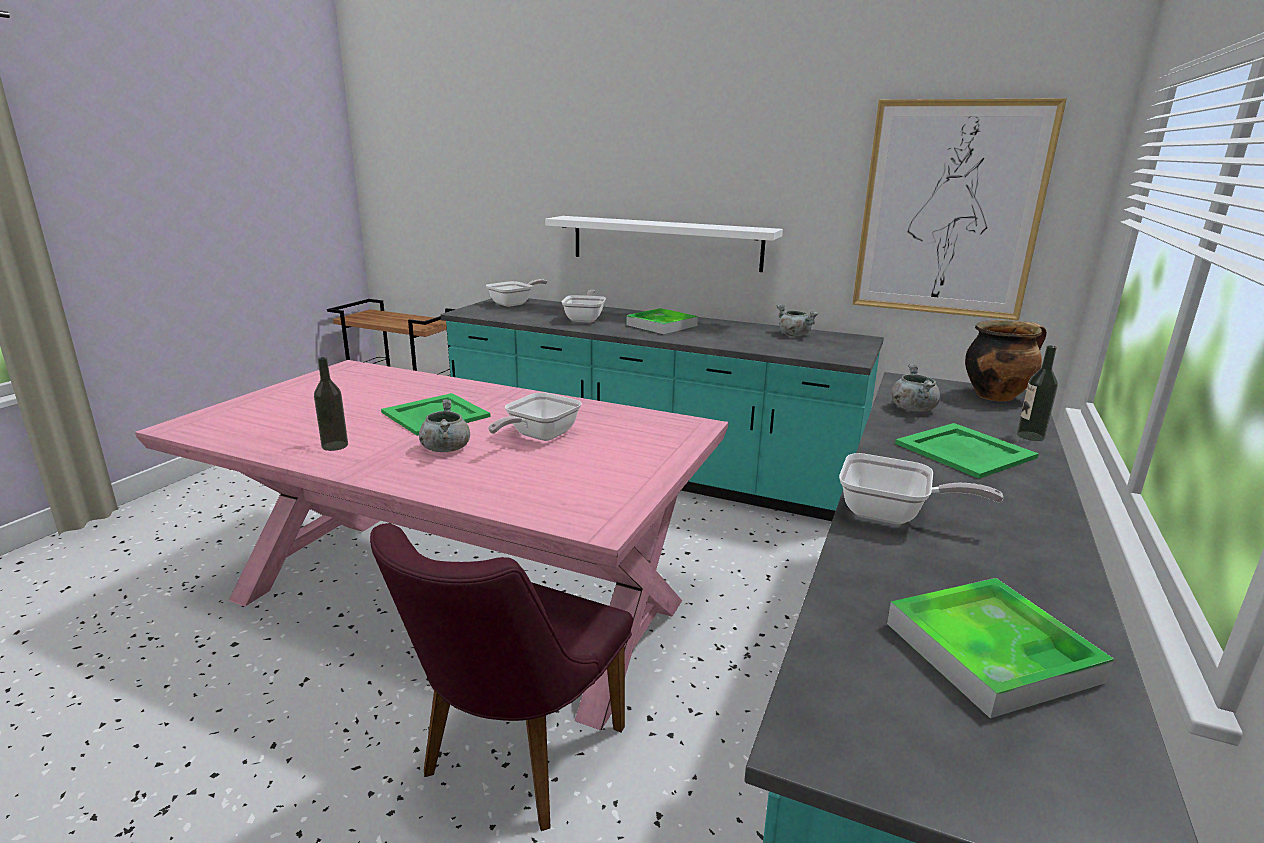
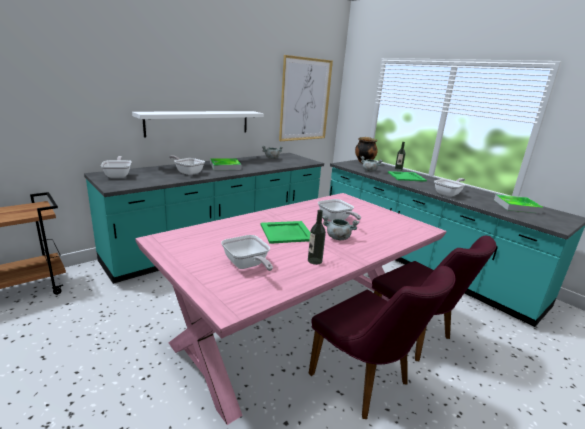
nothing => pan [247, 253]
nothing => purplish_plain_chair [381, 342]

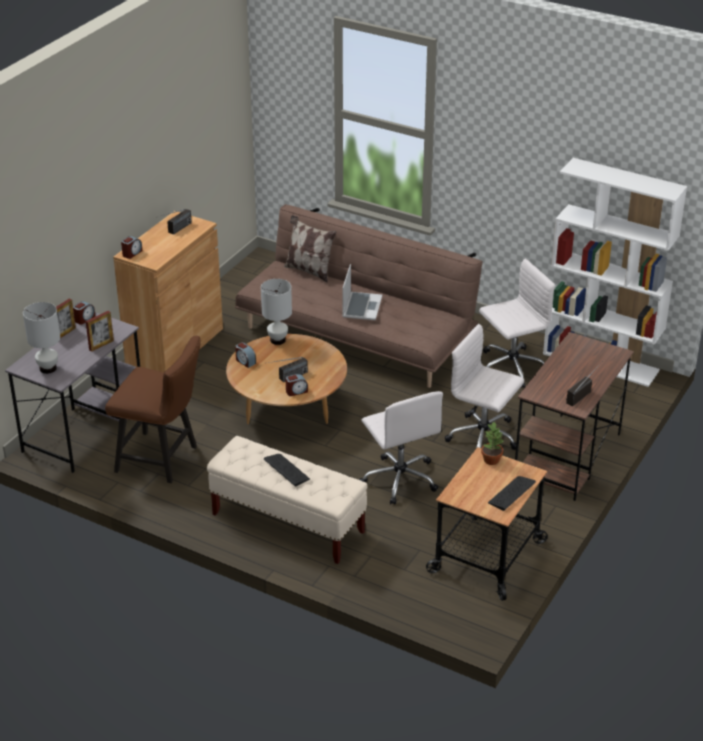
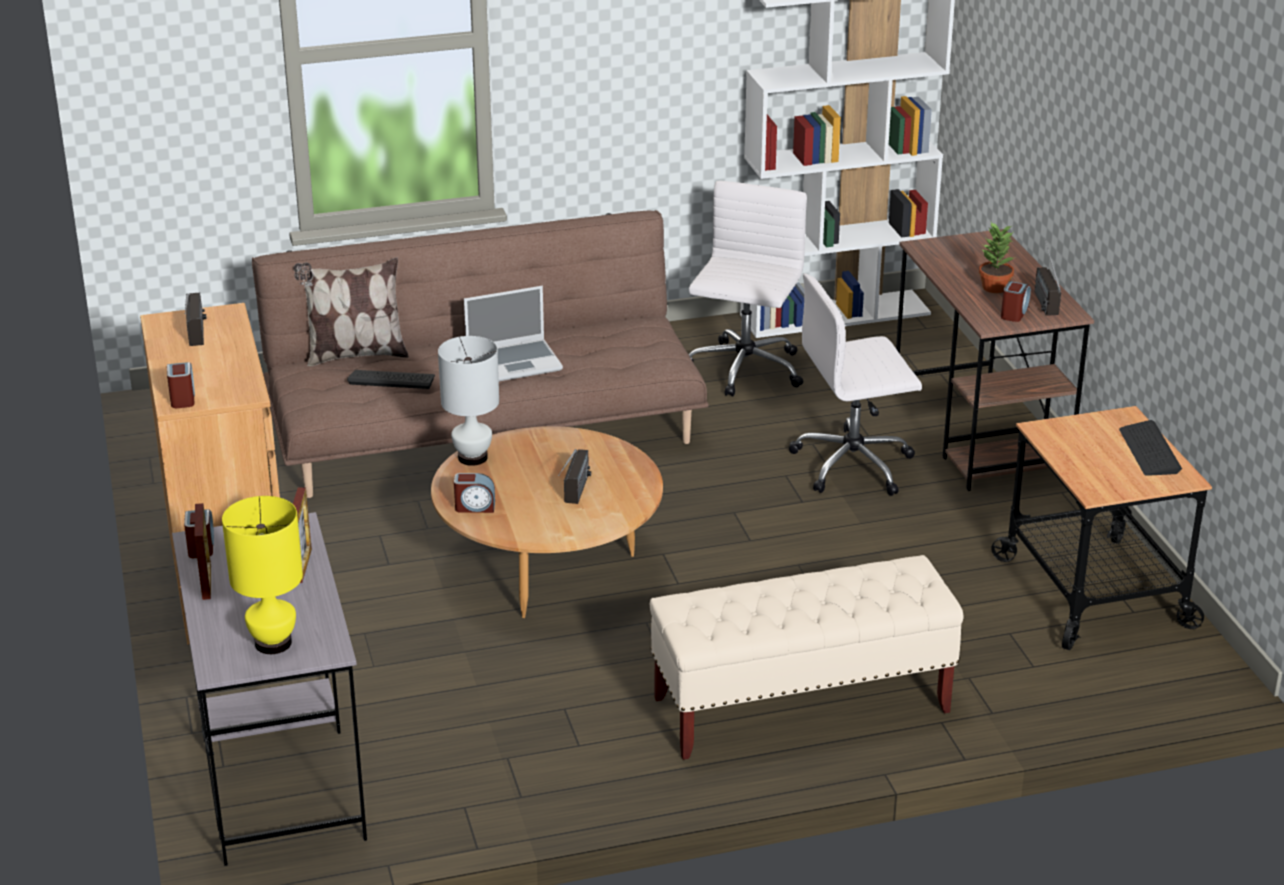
laptop [362, 292] => laptop [513, 333], 105 degrees clockwise
whitish_lamp_for_a_table [41, 338] => yellow-coloured_lamp_for_a_table [262, 575]
brown_plain_chair [153, 409] => nothing
table_clock [297, 385] => table_clock [1016, 301], relocated
whitish_computer_chair [401, 448] => nothing
plant_in_a_pot [492, 443] => plant_in_a_pot [996, 257], relocated
PC_keyboard [287, 470] => PC_keyboard [391, 379], relocated

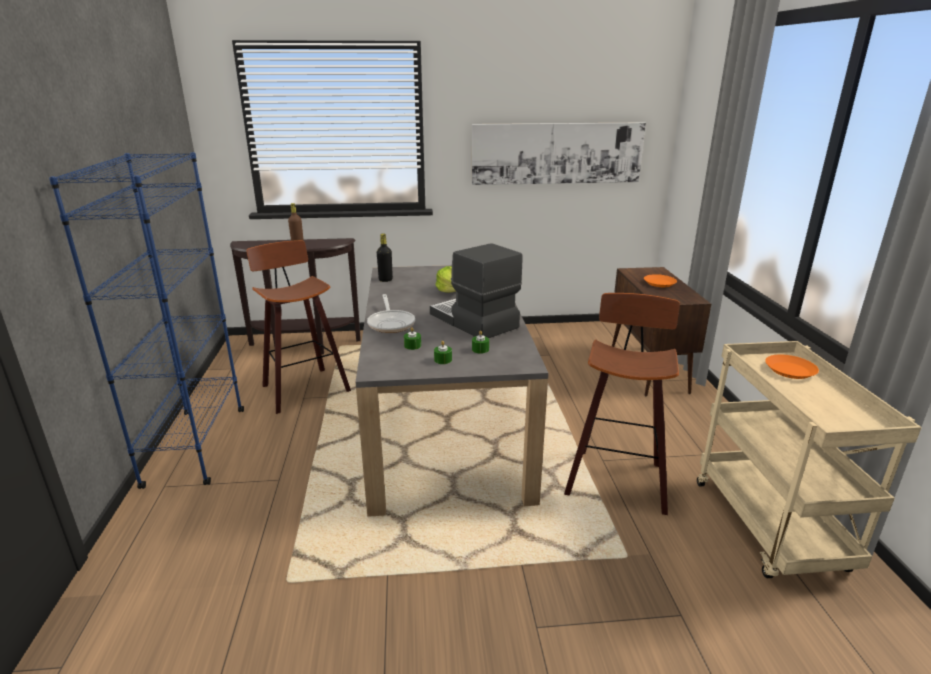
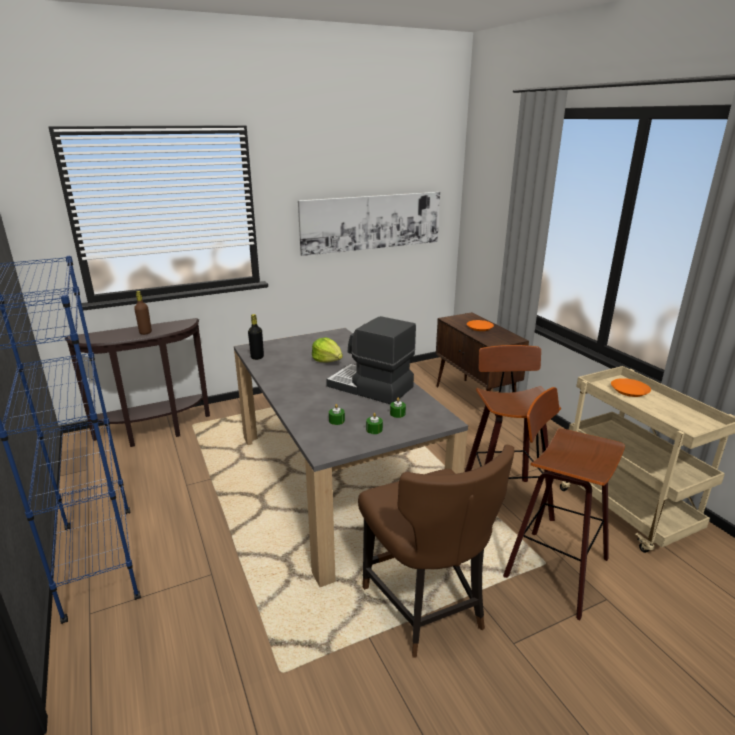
sitting_stool [298, 327] => sitting_stool [564, 504], relocated
pan [391, 313] => nothing
nothing => brown_plain_chair [436, 550]

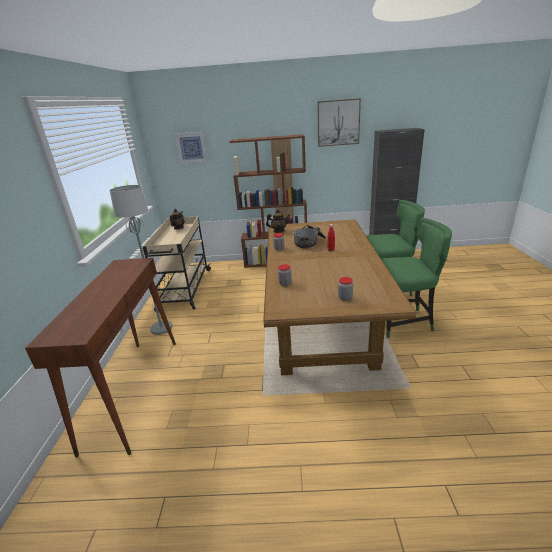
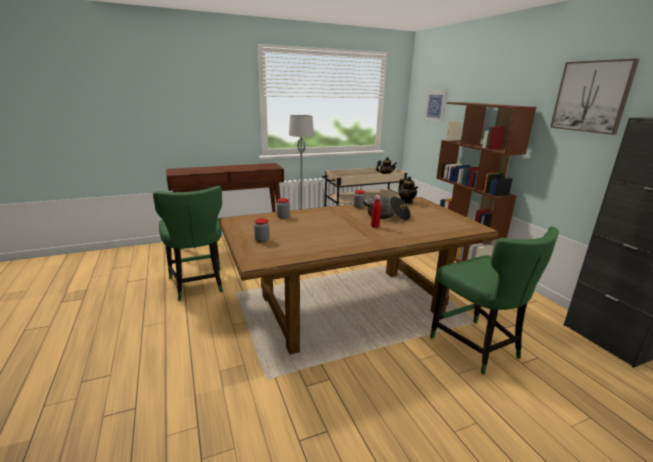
green-coloured_plain_chair [416, 278] => green-coloured_plain_chair [188, 243], relocated

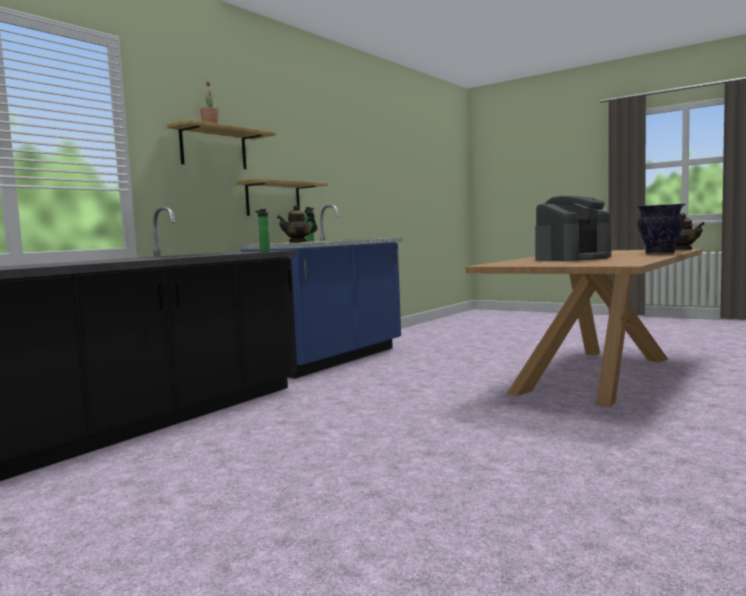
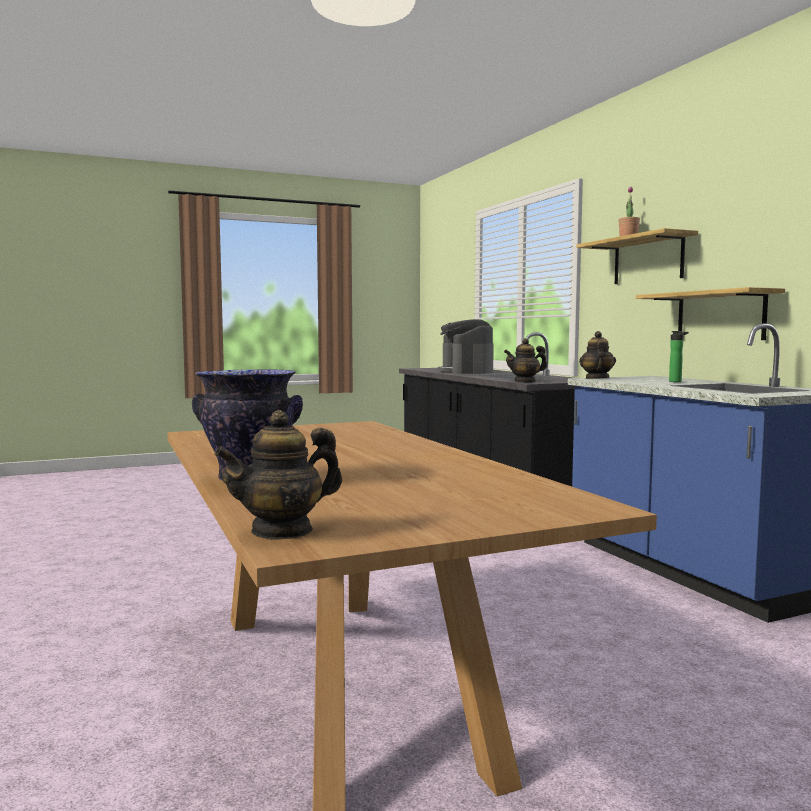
coffee_brewer [573, 228] => coffee_brewer [466, 346], relocated
bottle [262, 230] => pot_for_tea [525, 360]

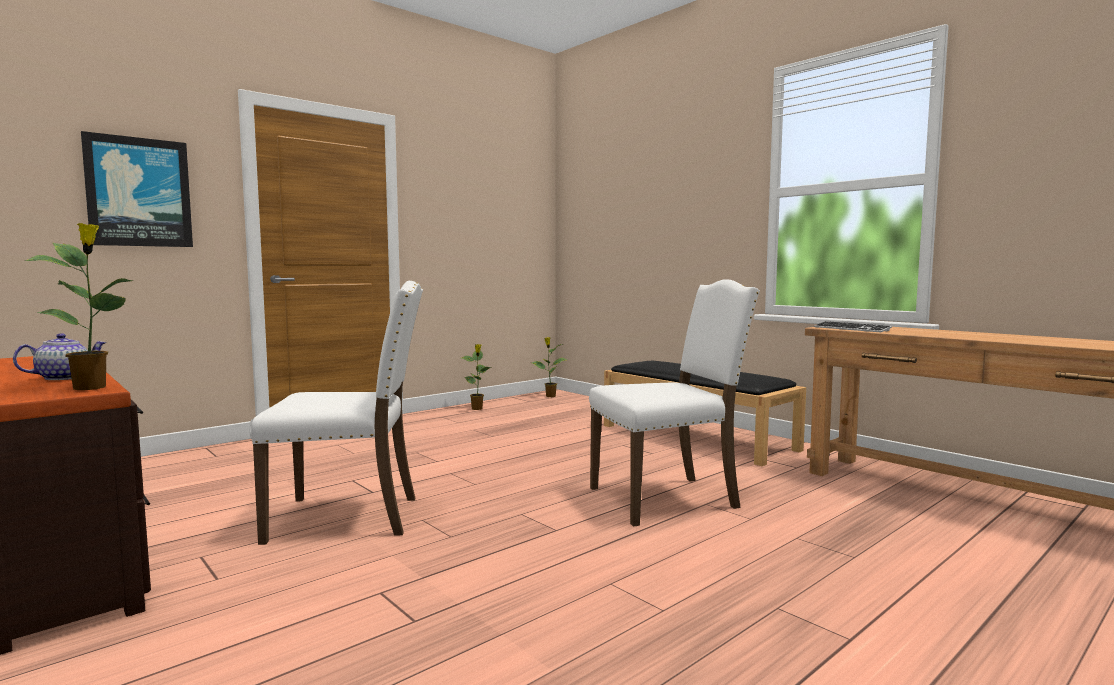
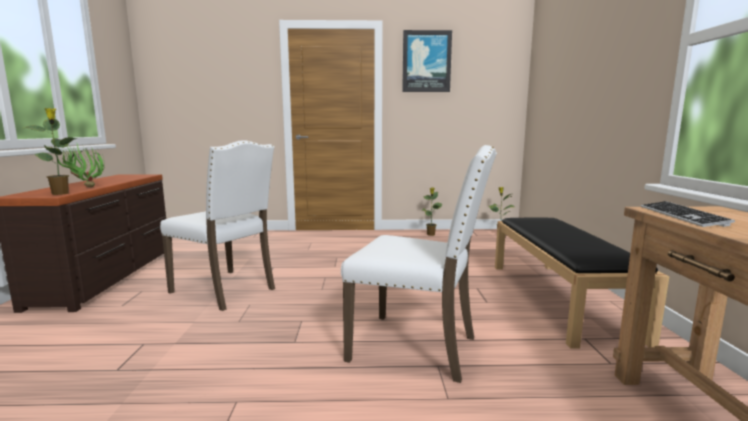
wall_art [137, 189] => wall_art [427, 61], relocated
pot_for_tea [60, 356] => plant_in_a_pot [80, 164]

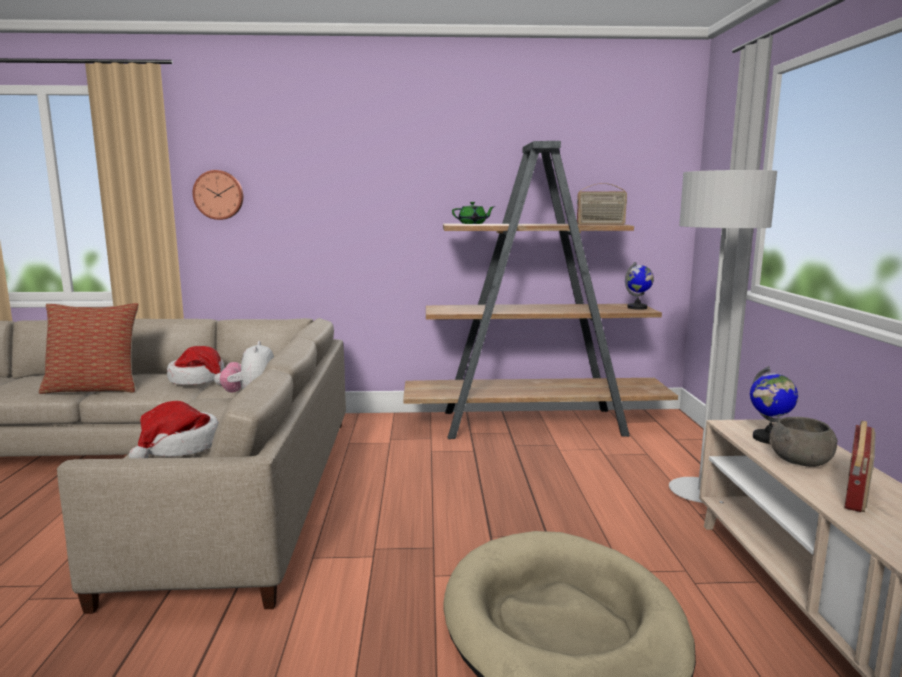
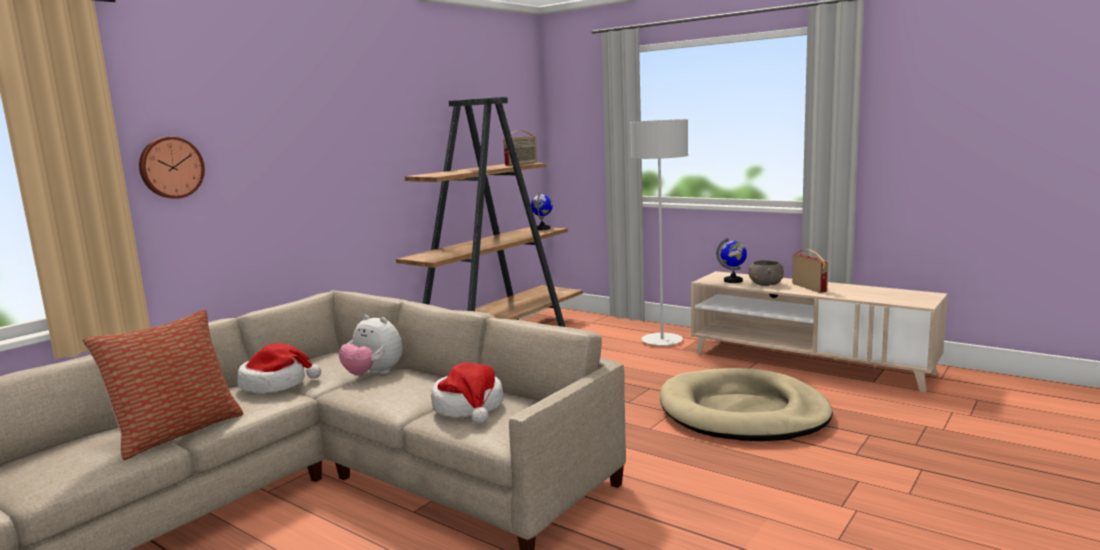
green-coloured_pot_for_tea [473, 213] => nothing

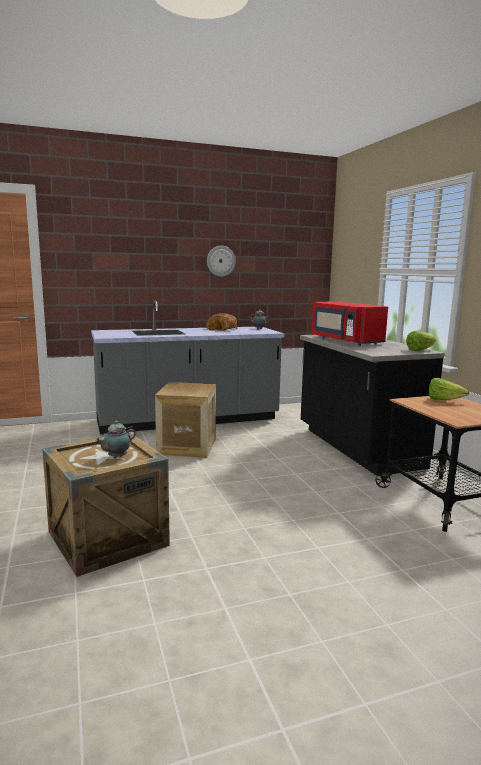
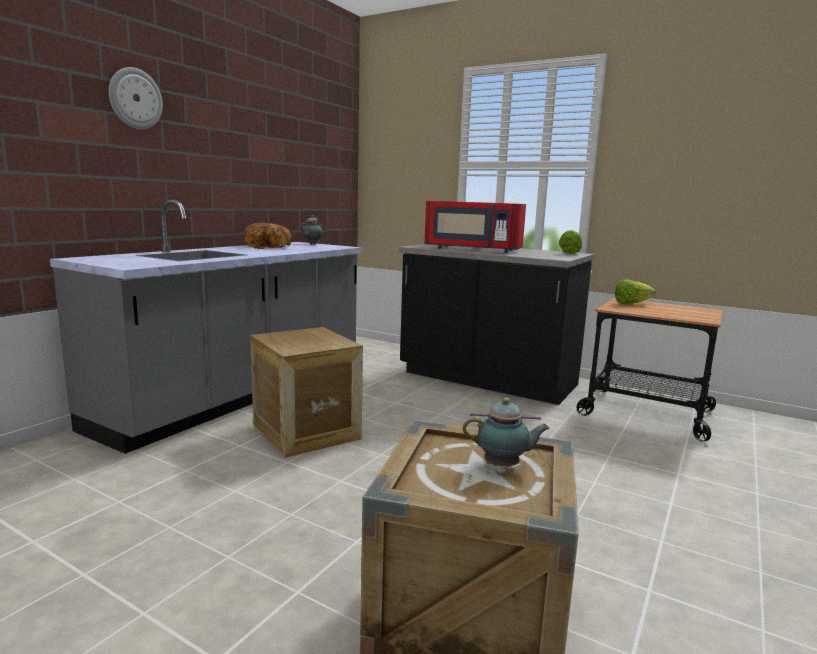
hanging_clock [221, 261] => hanging_clock [136, 98], relocated
pot_for_tea [115, 439] => pot_for_tea [506, 431], 90 degrees counterclockwise

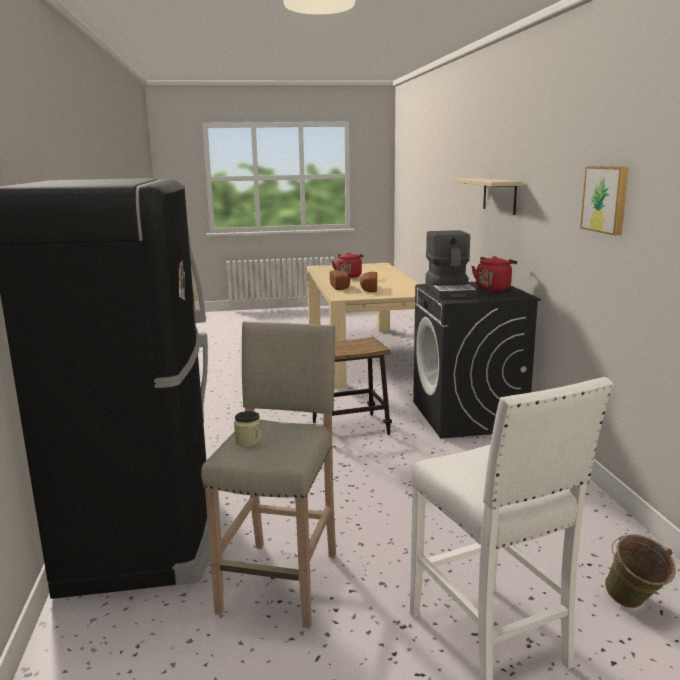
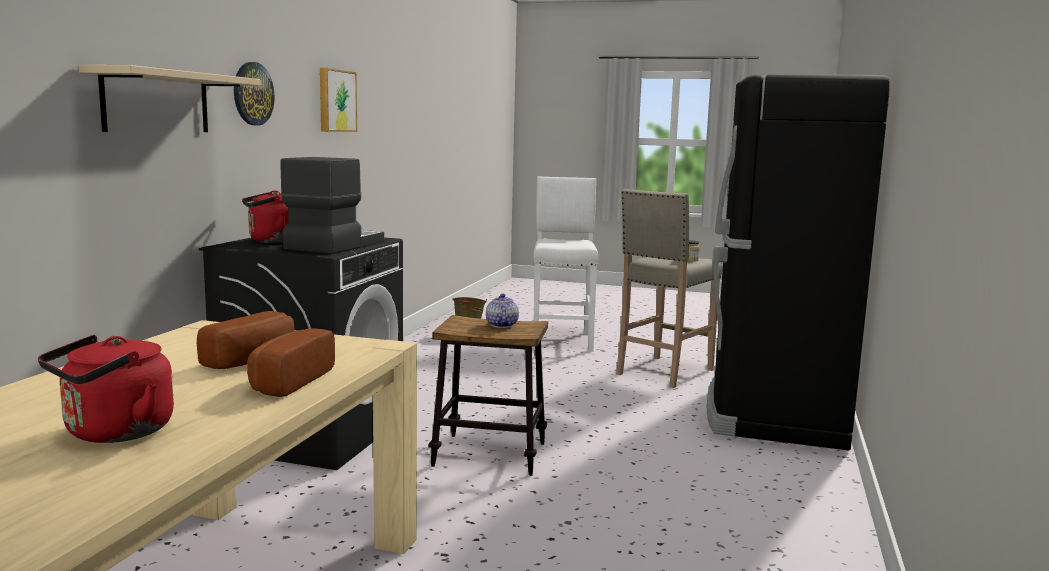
nothing => hanging_clock [254, 93]
nothing => pot_for_tea [502, 311]

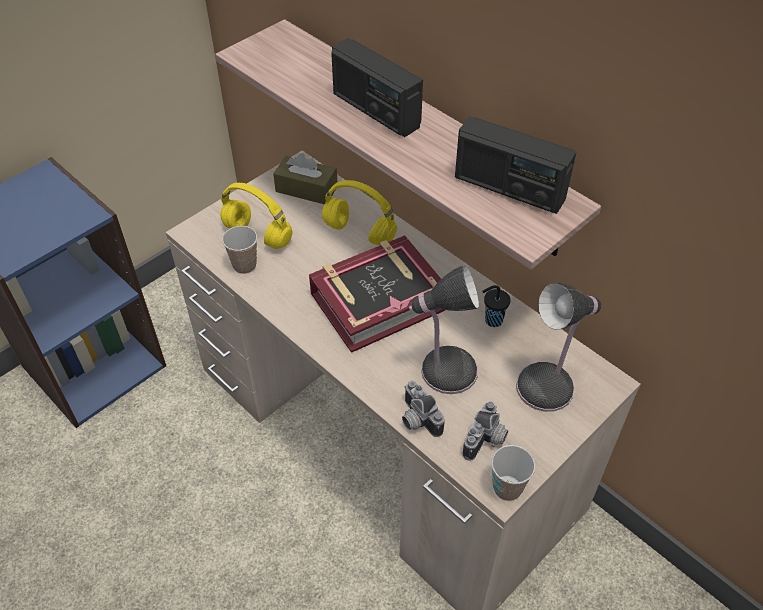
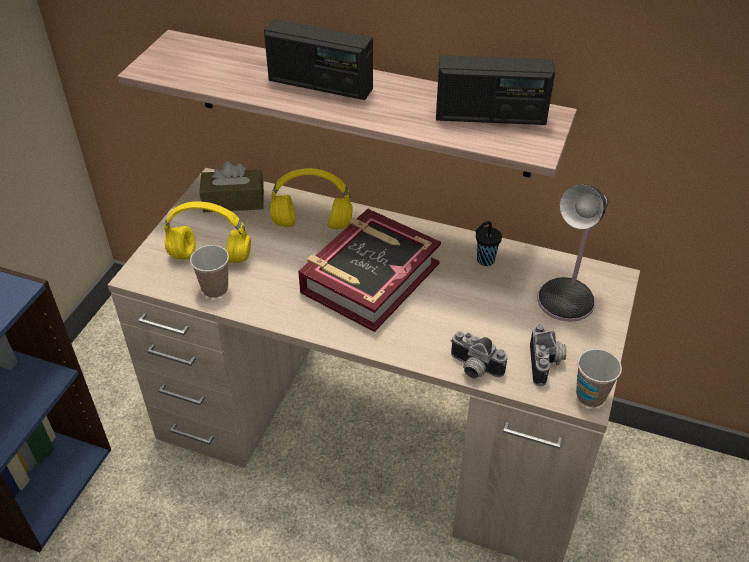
lamp_for_a_table [444, 329] => nothing

